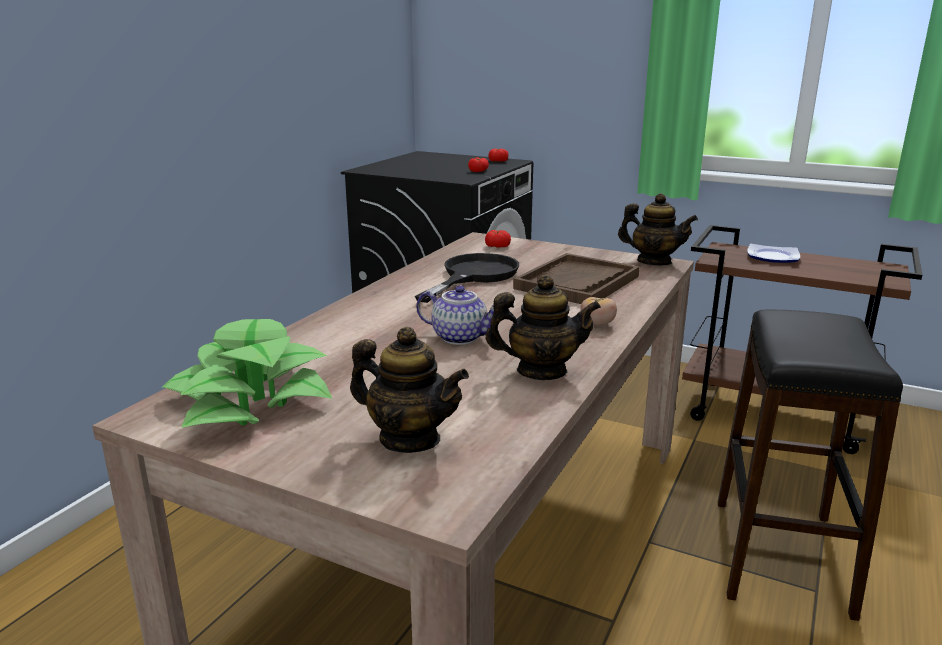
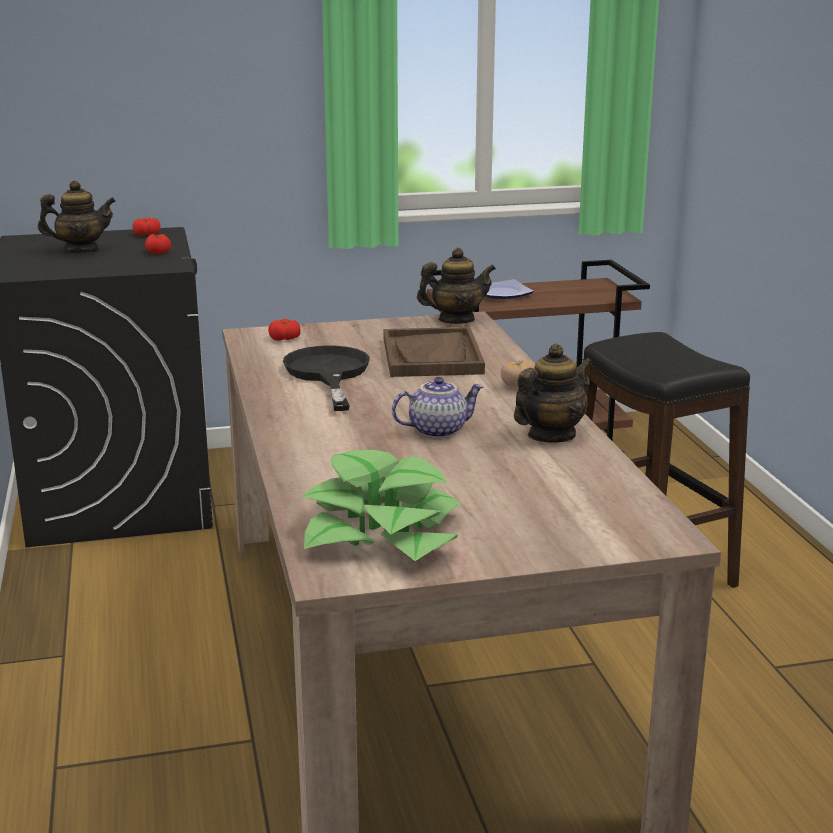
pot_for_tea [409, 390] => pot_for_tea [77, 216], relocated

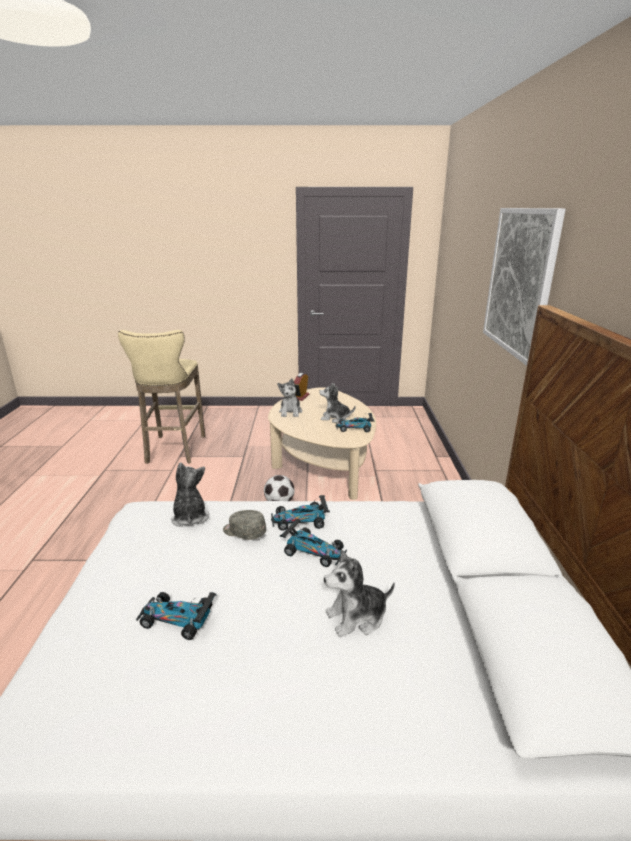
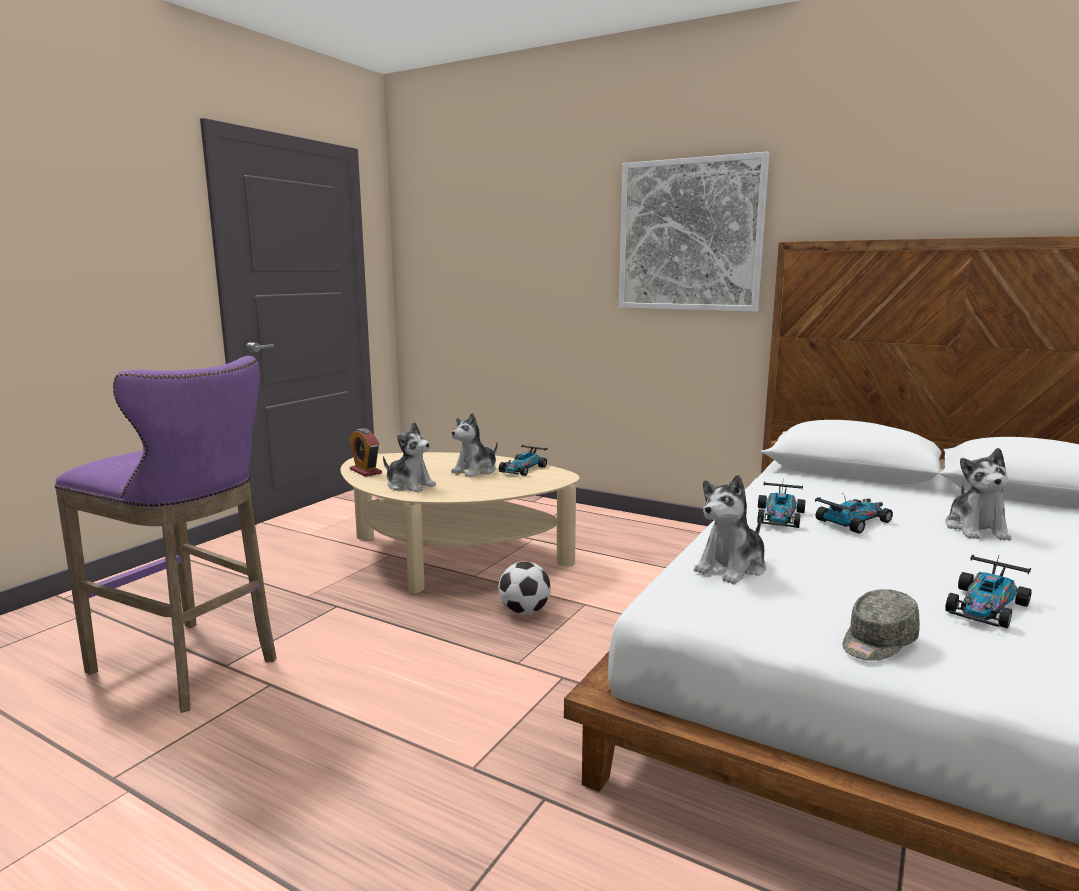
beige-coloured_sitting_stool [161, 397] => purplish_sitting_stool [166, 534]
cuddly_toy [190, 494] => cuddly_toy [730, 530], 60 degrees counterclockwise
greyish_cap [244, 525] => greyish_cap [881, 625], relocated

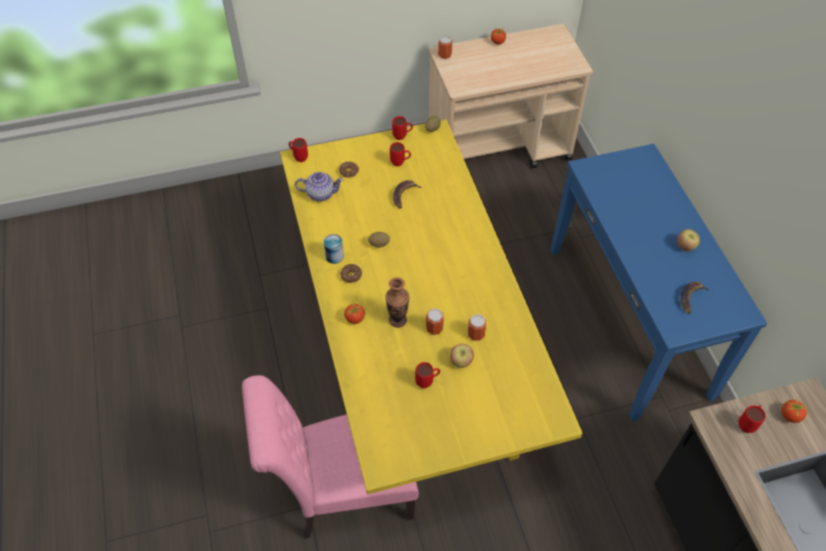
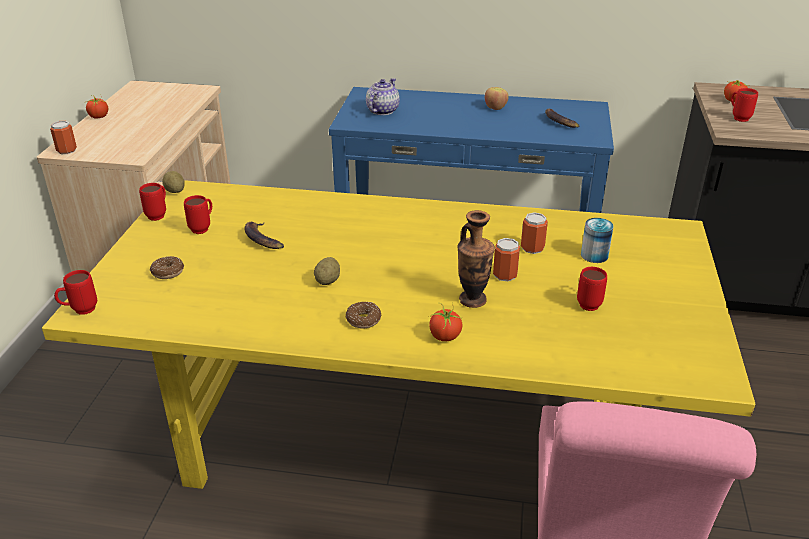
pot_for_tea [319, 187] => pot_for_tea [383, 96], relocated
sealed_can [334, 249] => sealed_can [597, 240], relocated
apple [462, 356] => nothing

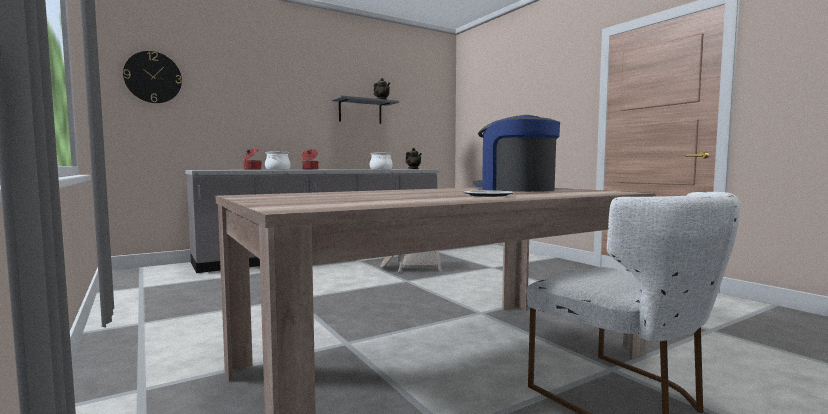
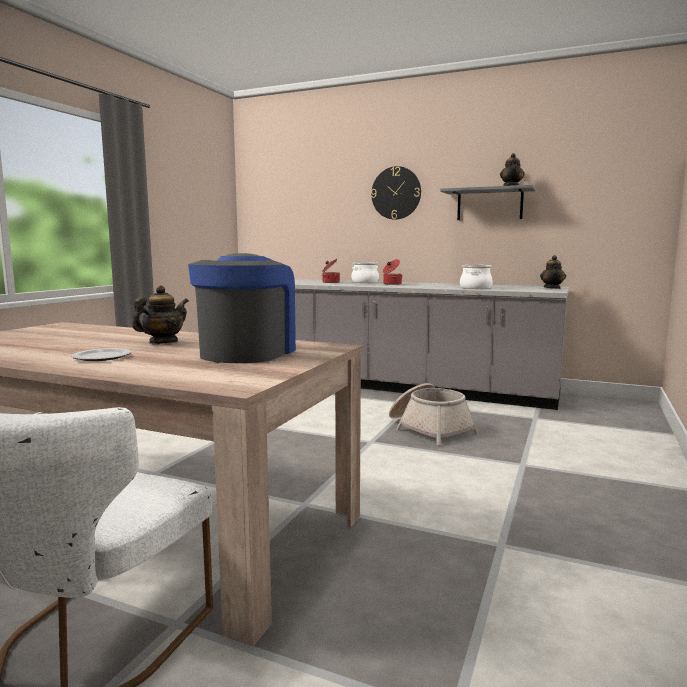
hanging_clock [152, 77] => hanging_clock [396, 193], relocated
nothing => pot_for_tea [160, 314]

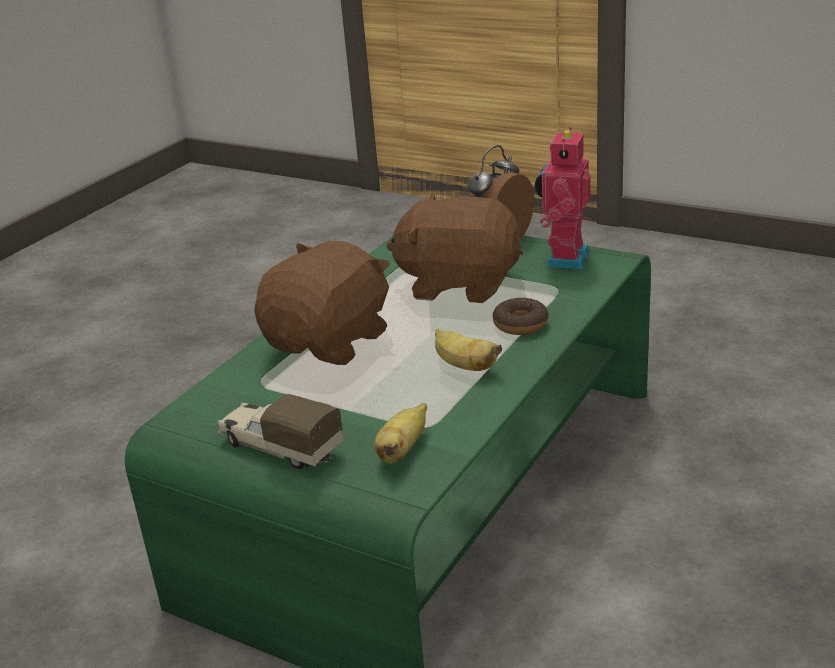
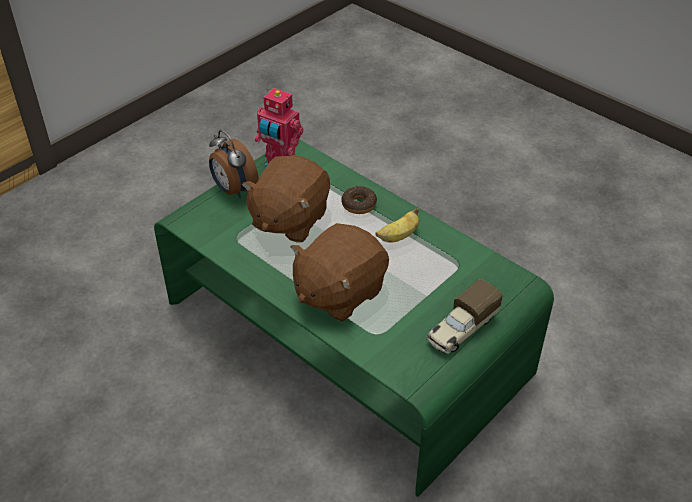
brown_cuddly_toy [322, 303] => brown_cuddly_toy [340, 272], 90 degrees counterclockwise
banana [400, 433] => nothing

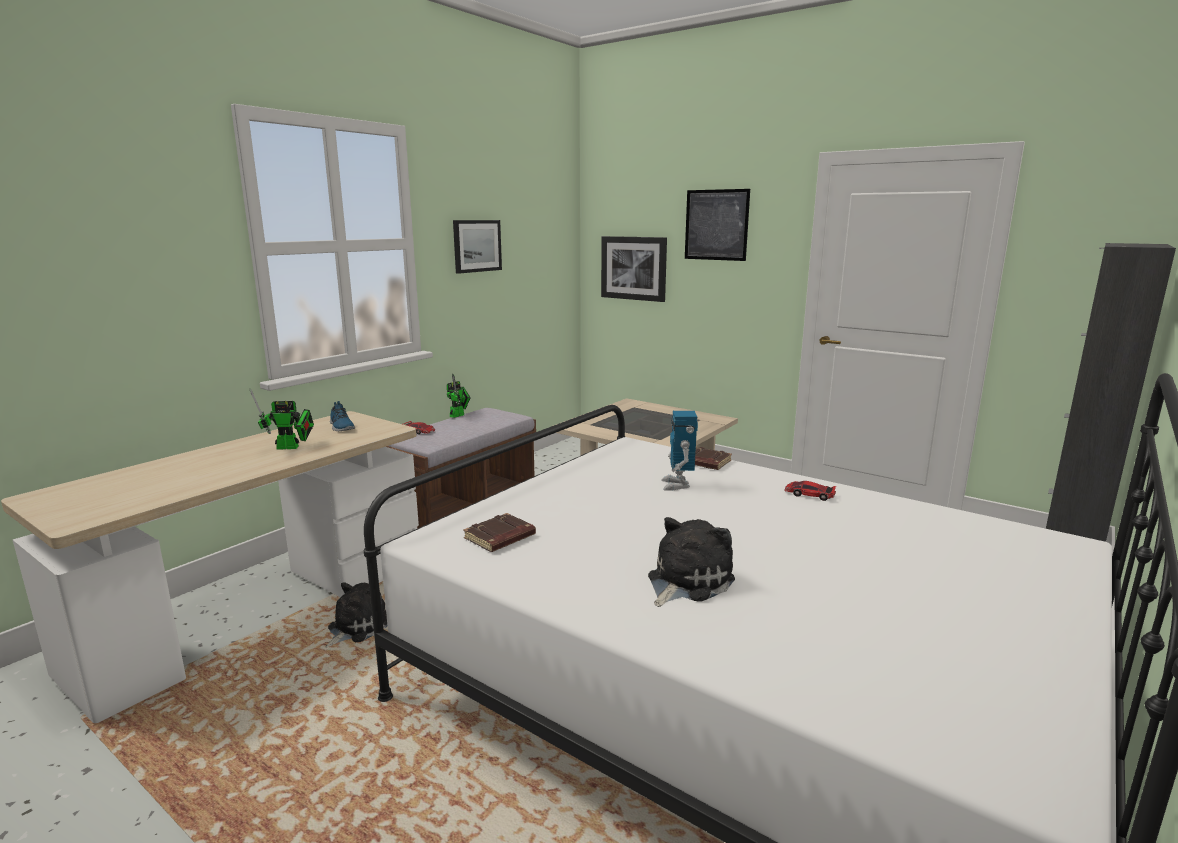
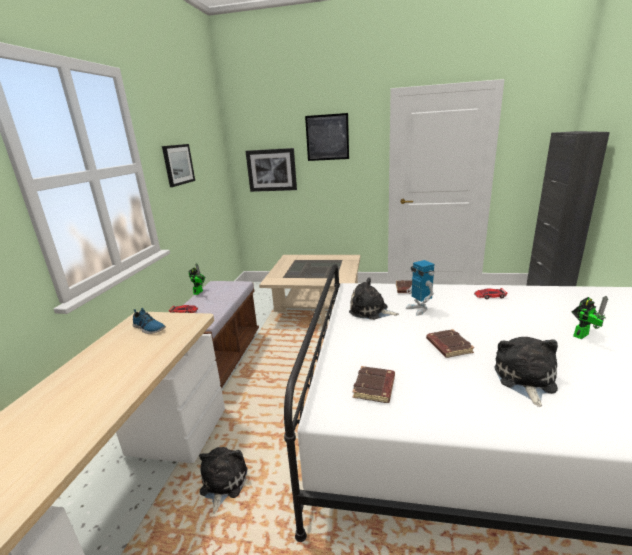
model_robot [282, 419] => model_robot [590, 317], relocated
nothing => cuddly_toy [374, 298]
nothing => brown_volume [450, 343]

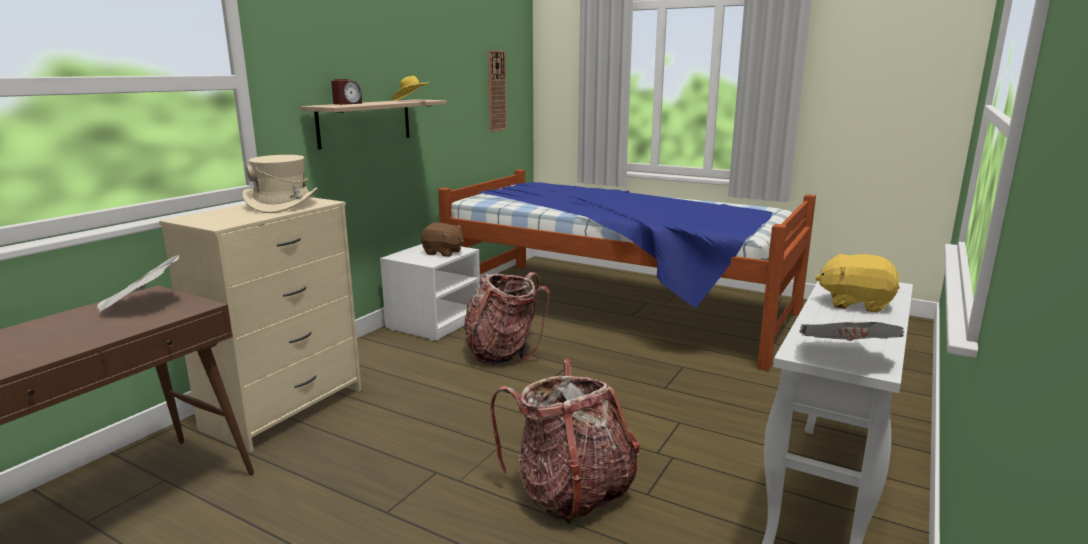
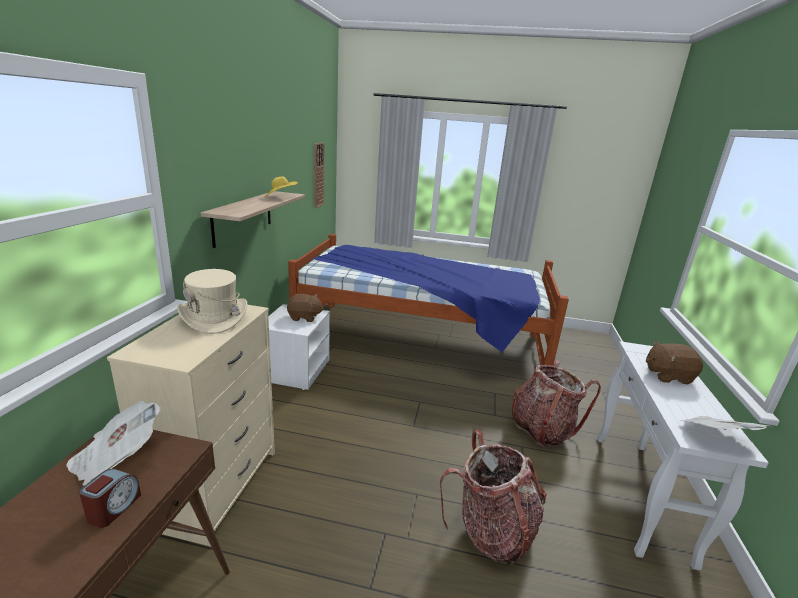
table_clock [346, 92] => table_clock [110, 498], relocated
yellow-coloured_cuddly_toy [857, 283] => brown_cuddly_toy [674, 362]
rucksack [507, 318] => rucksack [556, 403], relocated

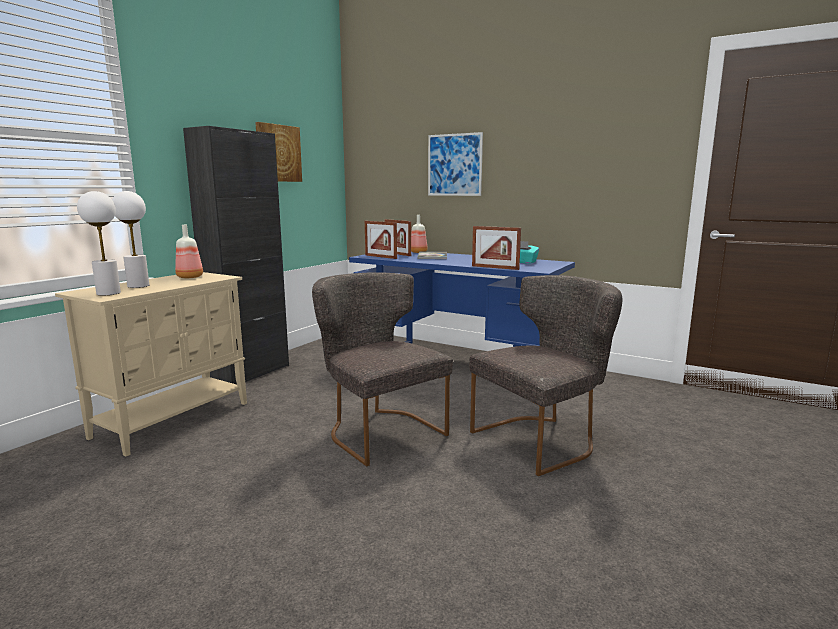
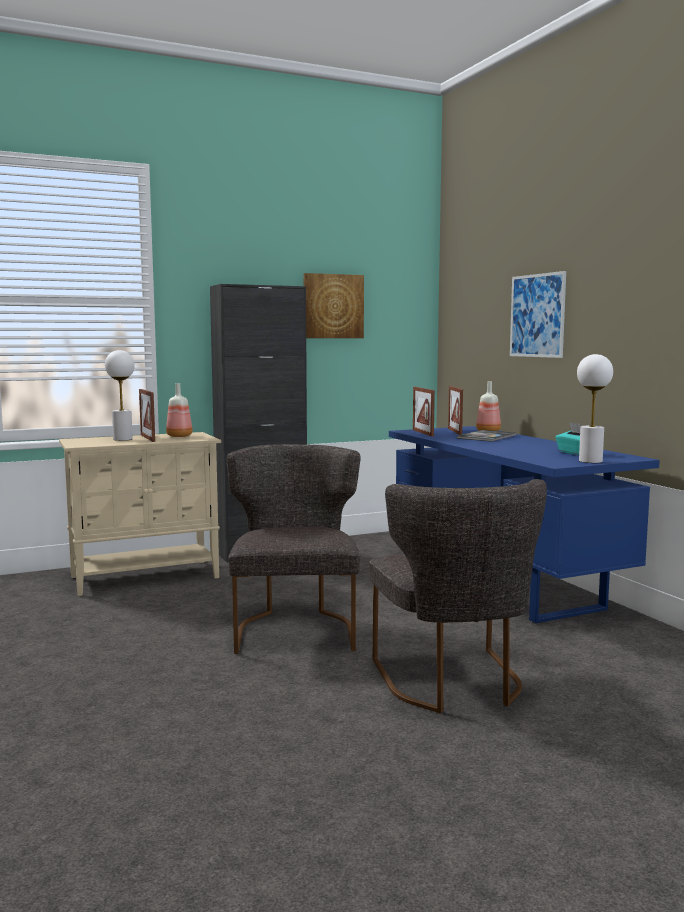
whitish_lamp_for_a_table [99, 243] => whitish_lamp_for_a_table [595, 408], relocated
picture_frame [496, 248] => picture_frame [147, 415], relocated
greyish_plain_chair [545, 375] => greyish_plain_chair [458, 596], 75 degrees clockwise

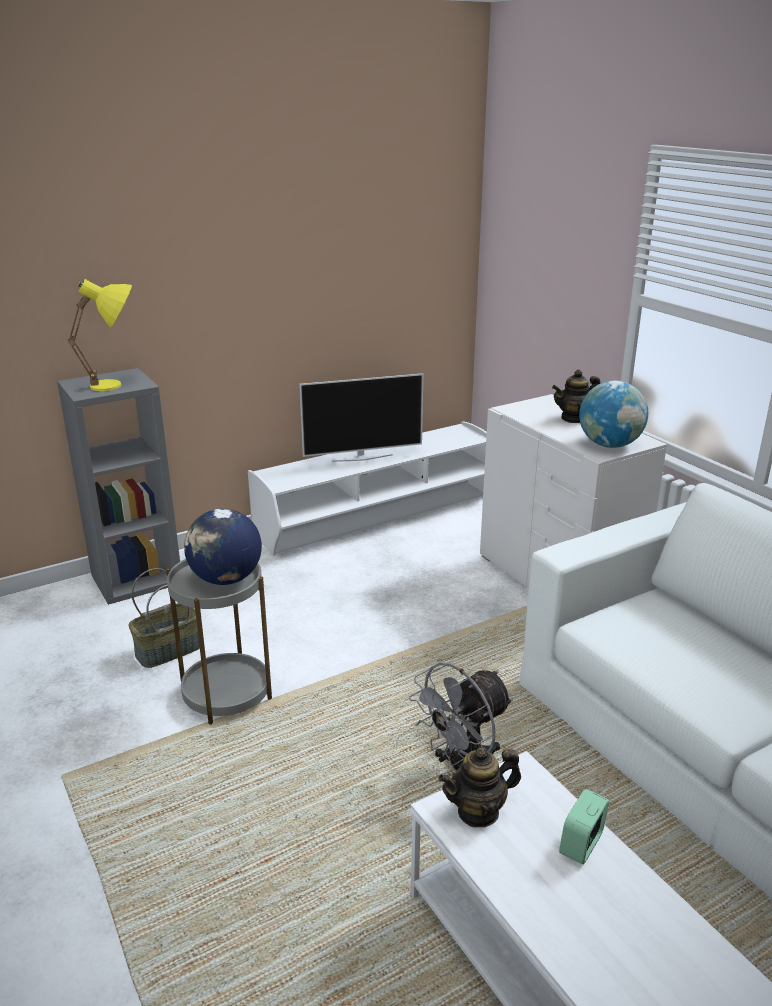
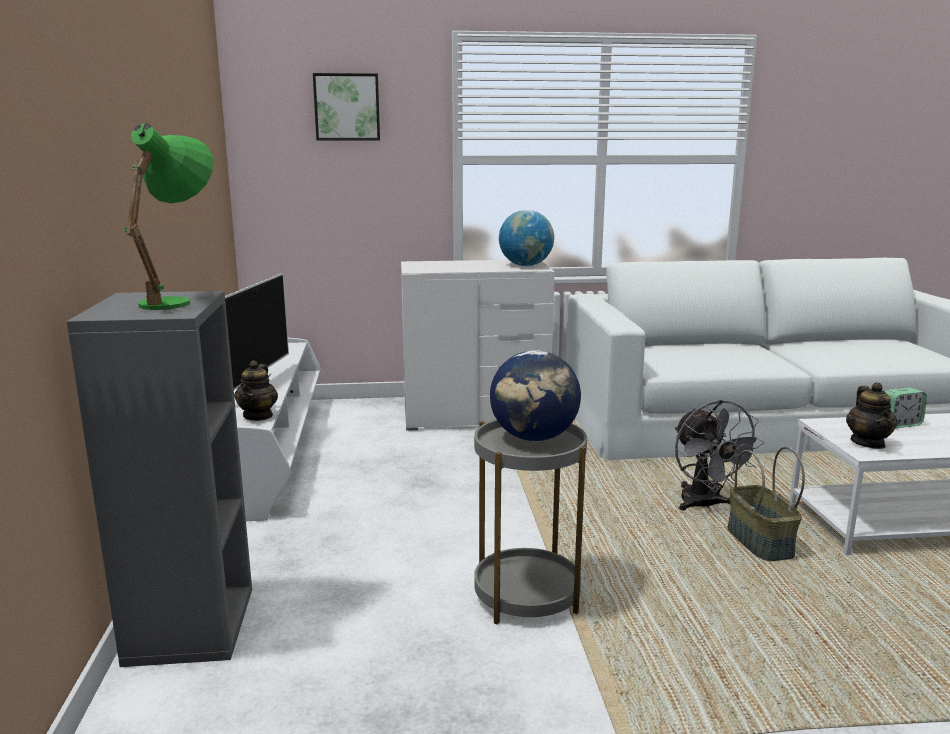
yellow-coloured_lamp_for_a_table [100, 335] => green-coloured_lamp_for_a_table [168, 216]
pot_for_tea [576, 396] => pot_for_tea [256, 390], relocated
storage_basket [164, 618] => storage_basket [766, 503], relocated
table_clock [584, 827] => table_clock [906, 407], 75 degrees counterclockwise
nothing => wall_art [346, 106]

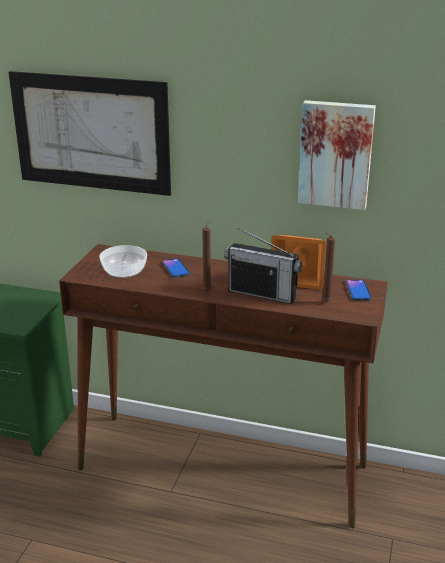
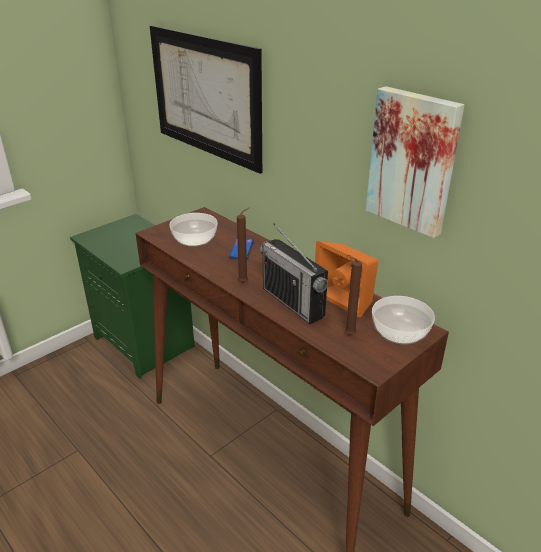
handset [358, 289] => bowl [403, 320]

